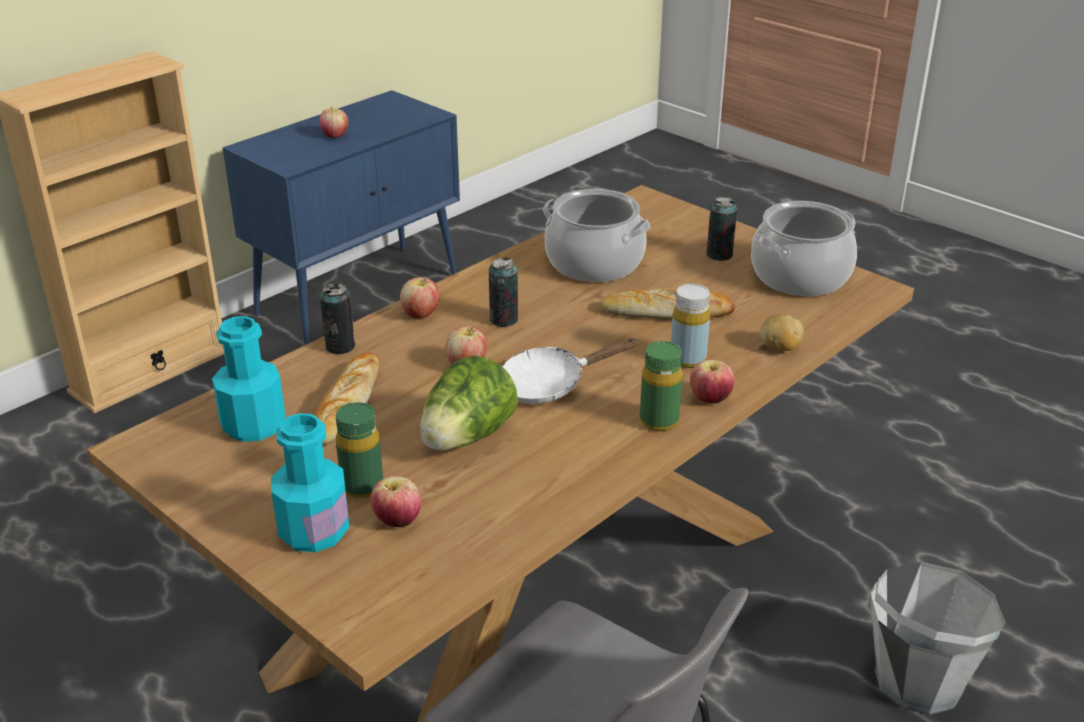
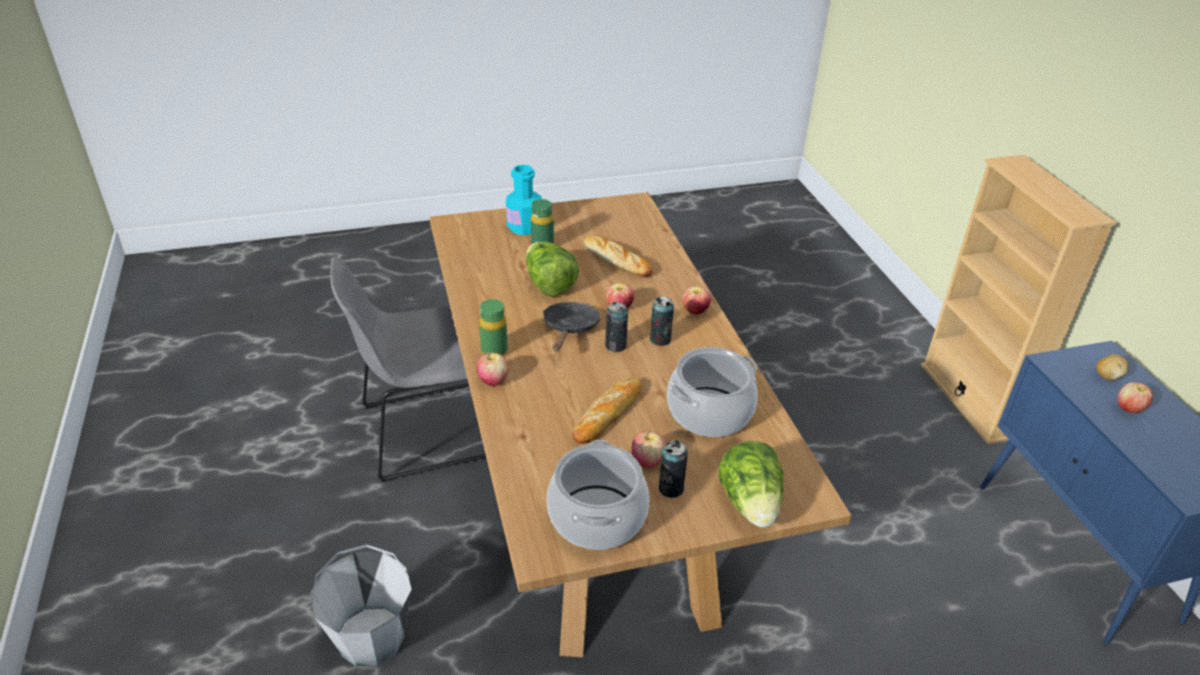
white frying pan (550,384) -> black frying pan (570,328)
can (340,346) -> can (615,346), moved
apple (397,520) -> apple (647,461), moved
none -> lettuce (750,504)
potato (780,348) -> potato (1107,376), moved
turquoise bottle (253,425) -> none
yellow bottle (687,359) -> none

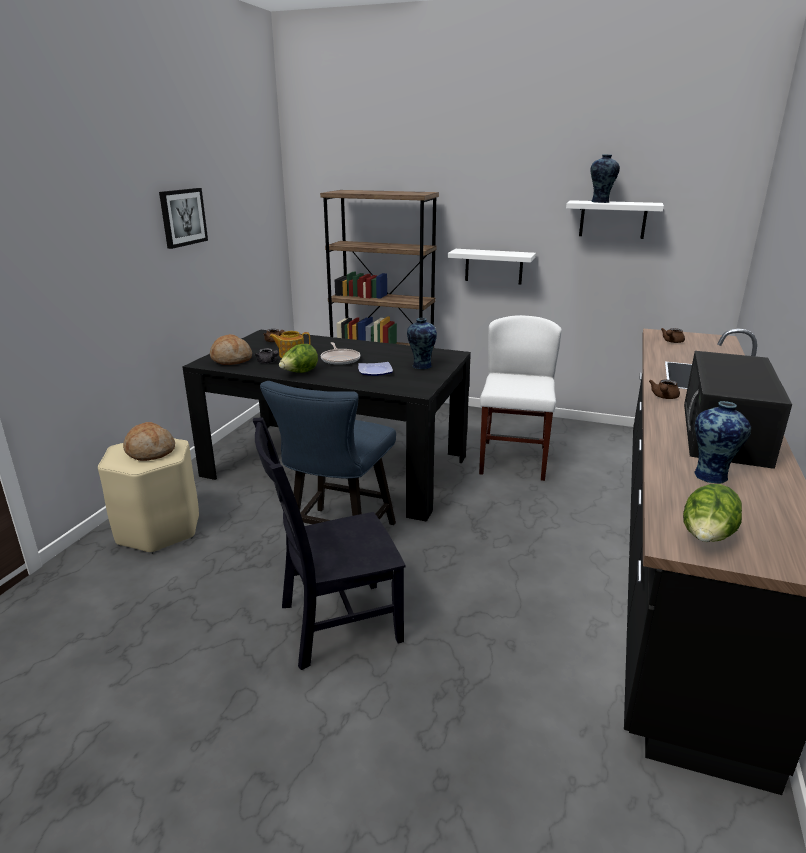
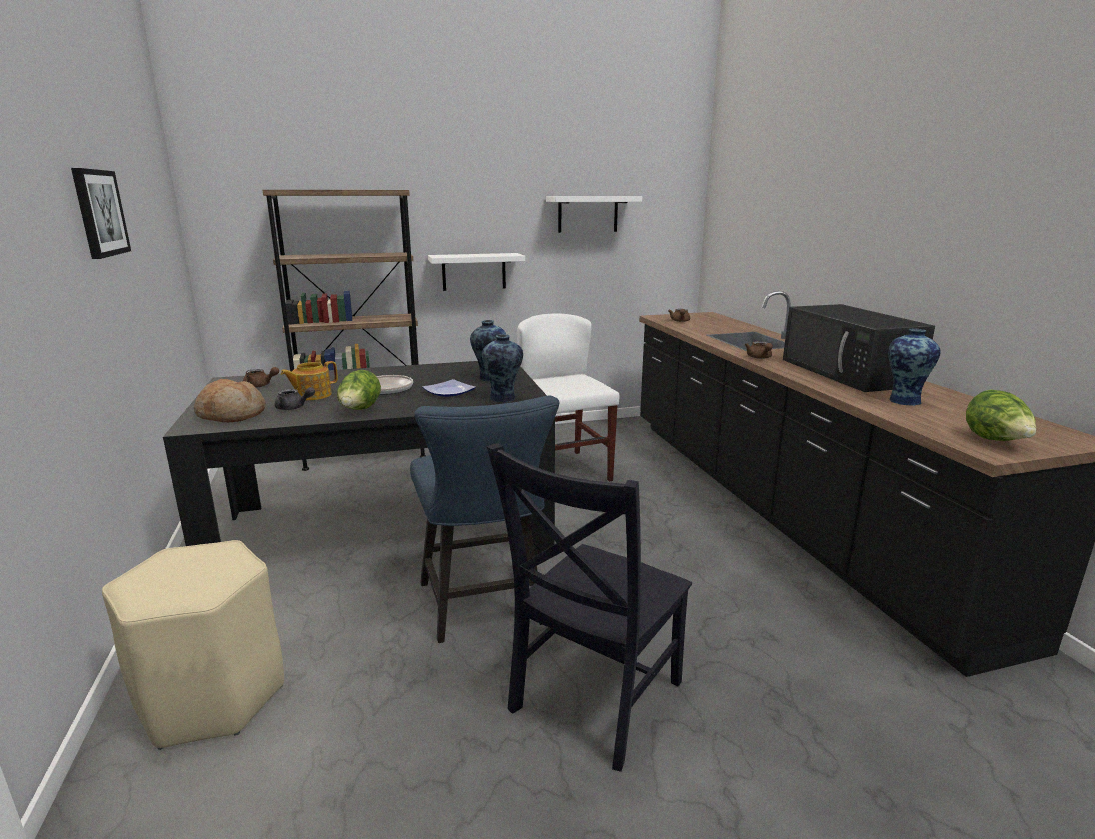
vase (600,202) -> vase (503,399), moved
bread (150,451) -> none

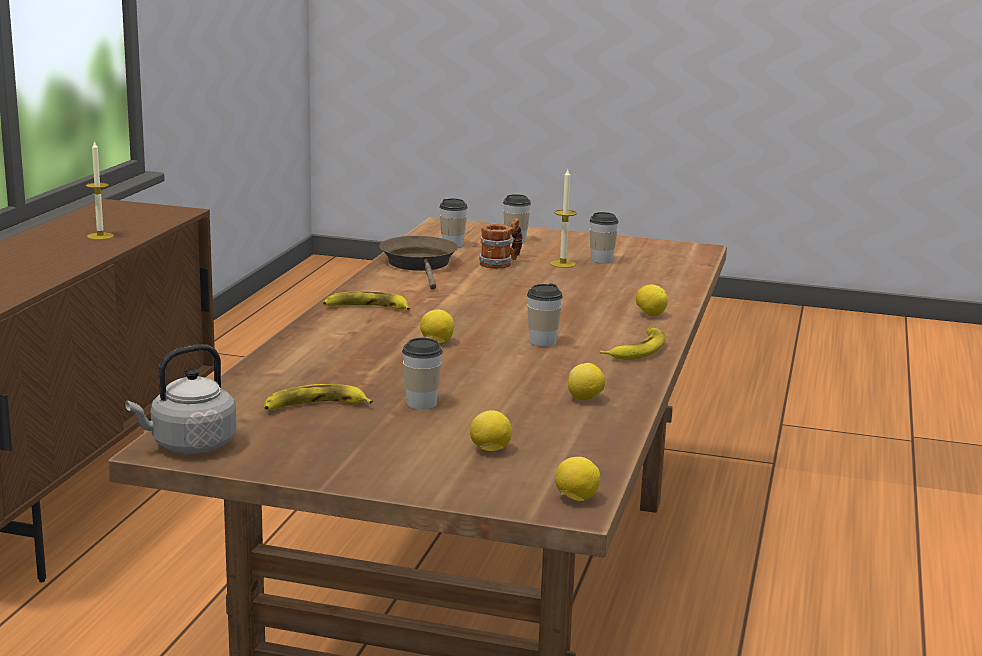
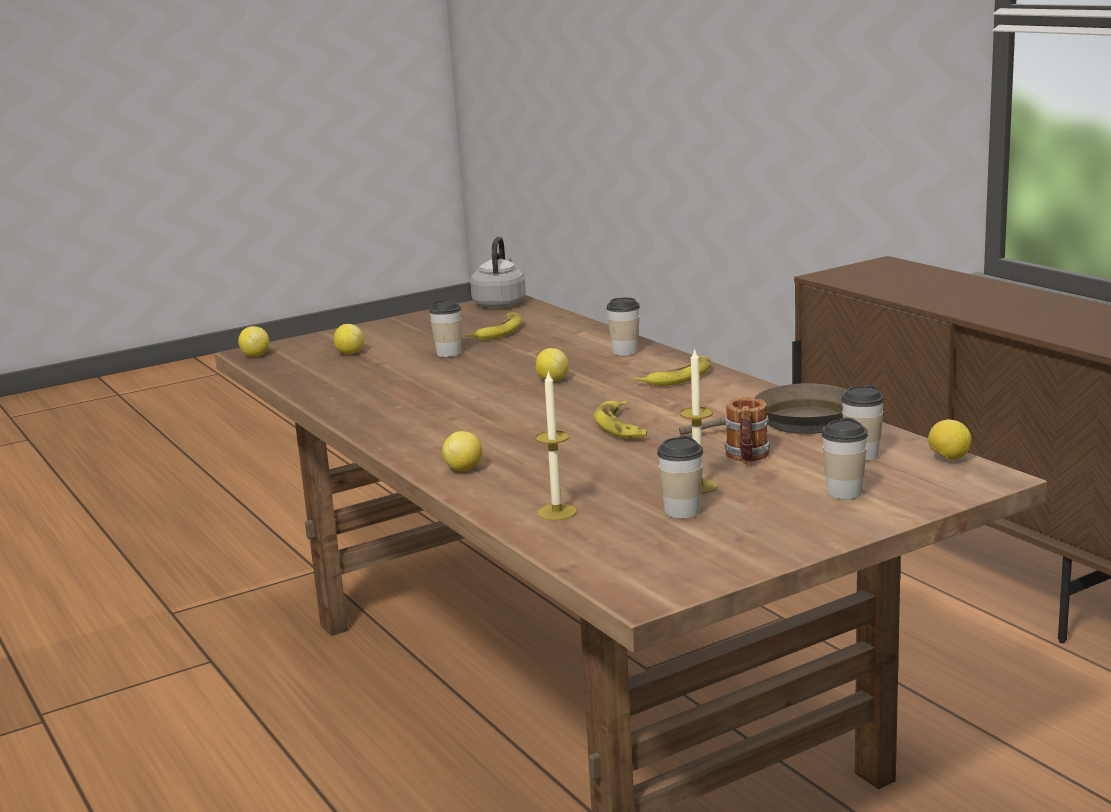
candle (100,236) -> candle (557,512), moved
banana (637,350) -> banana (622,427), moved
cup (542,342) -> cup (625,351), moved
brown frying pan (420,264) -> brown frying pan (795,423), 45 degrees counterclockwise
lemon (585,399) -> lemon (948,458), moved

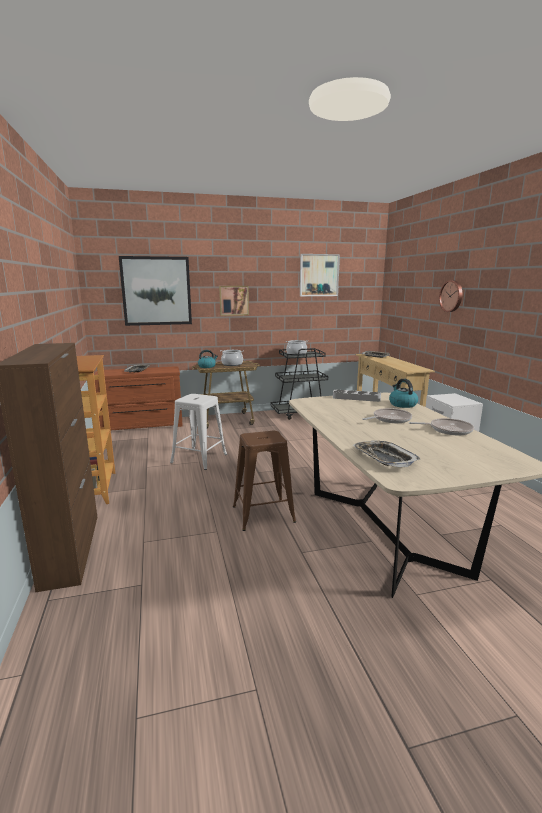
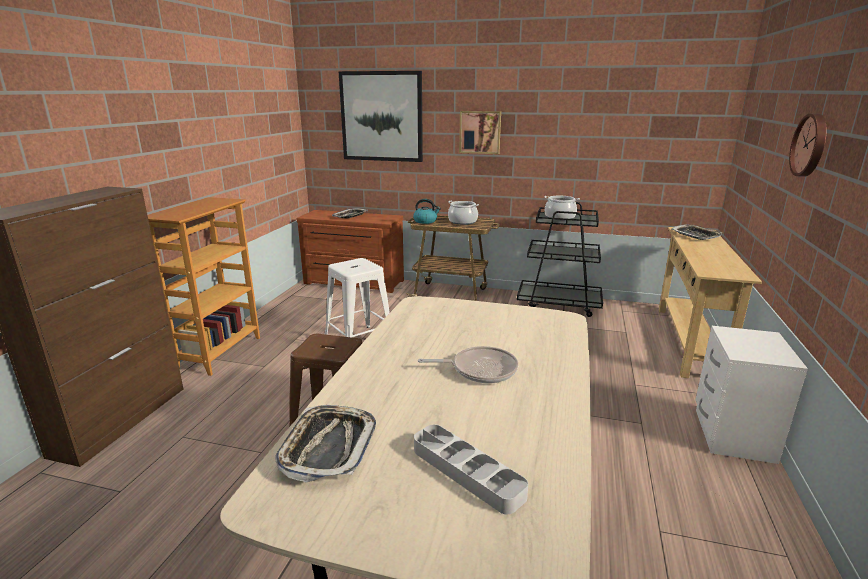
grey tray (356,398) -> grey tray (467,472), moved
picture (319,275) -> none
kettle (402,404) -> none
frying pan (448,430) -> none

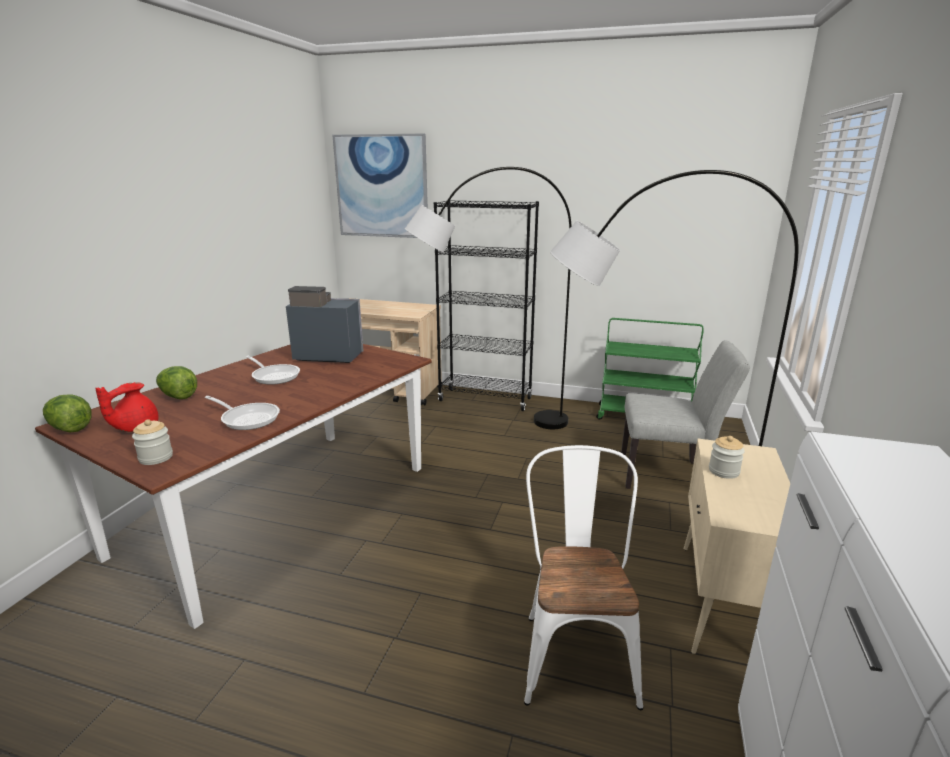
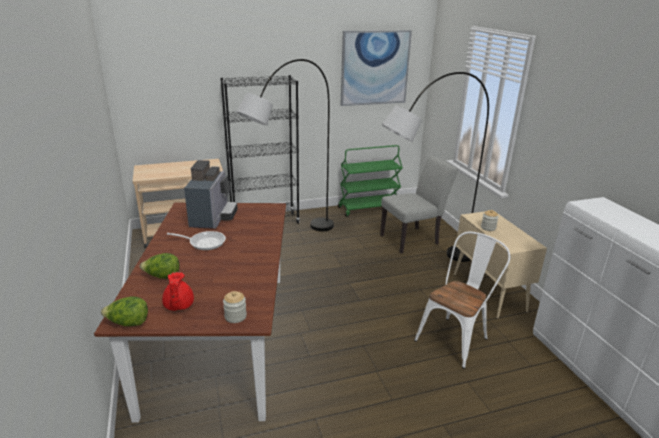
coffee machine (327,355) -> coffee machine (213,218), 120 degrees clockwise
picture (381,186) -> picture (375,68), moved
white chair (575,649) -> white chair (456,337), 75 degrees clockwise
frying pan (247,418) -> none

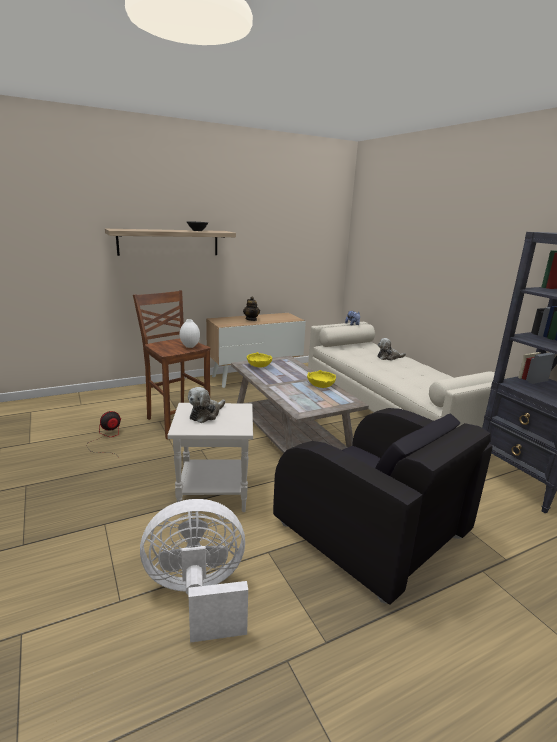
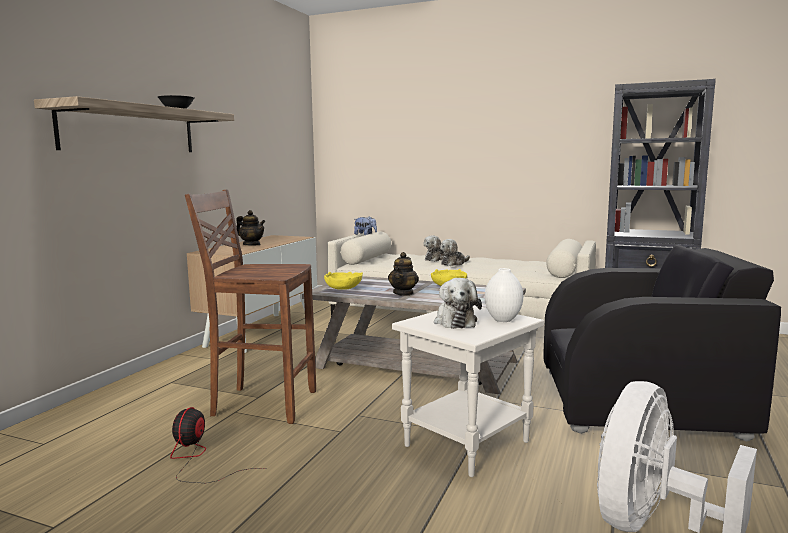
none -> teapot (403,293)
none -> plush toy (454,263)
white vase (190,346) -> white vase (503,319), moved

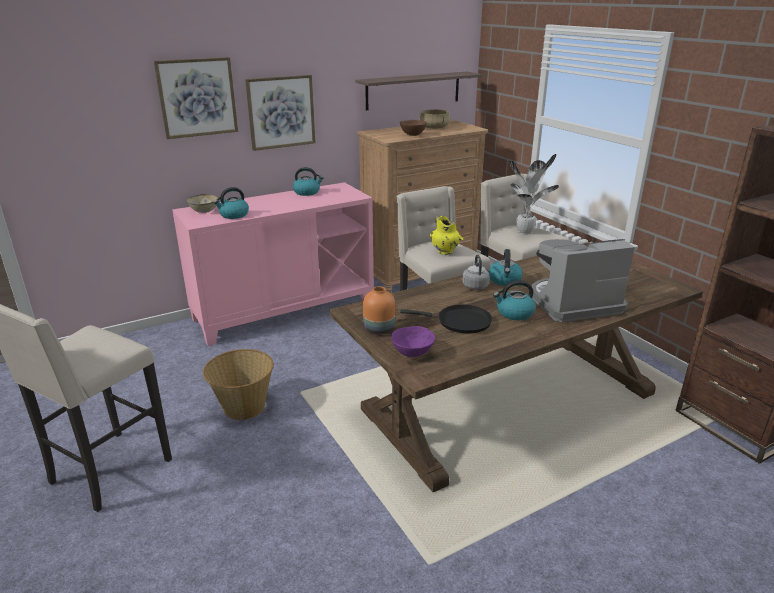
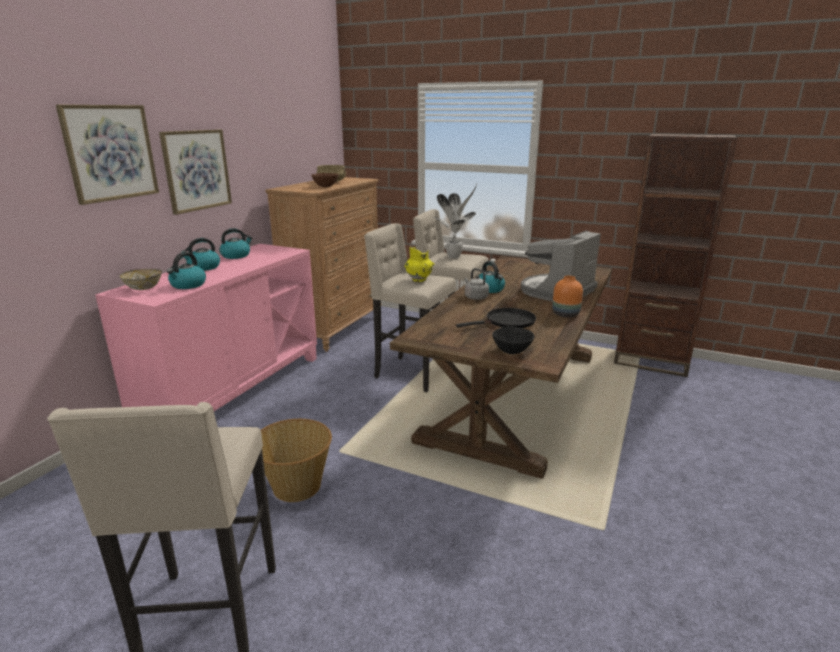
kettle (514,313) -> kettle (203,267), moved
purple bowl (412,354) -> black bowl (512,352)
orange vase (378,329) -> orange vase (565,314), moved
shelf (413,90) -> none

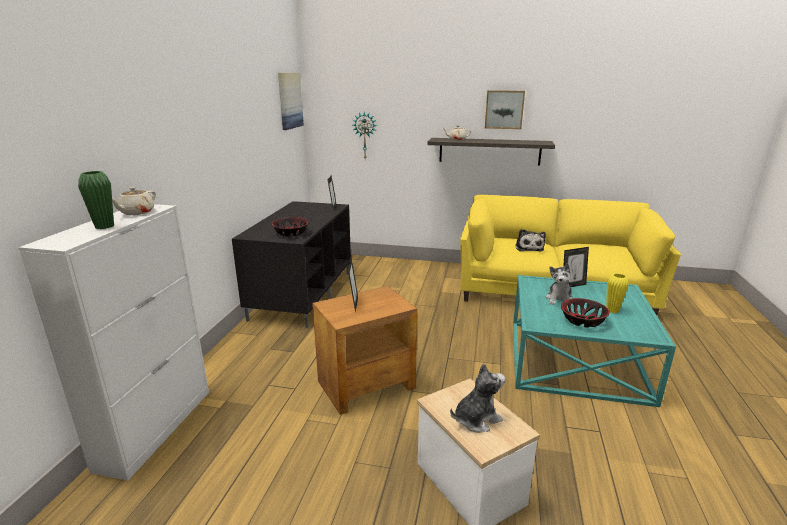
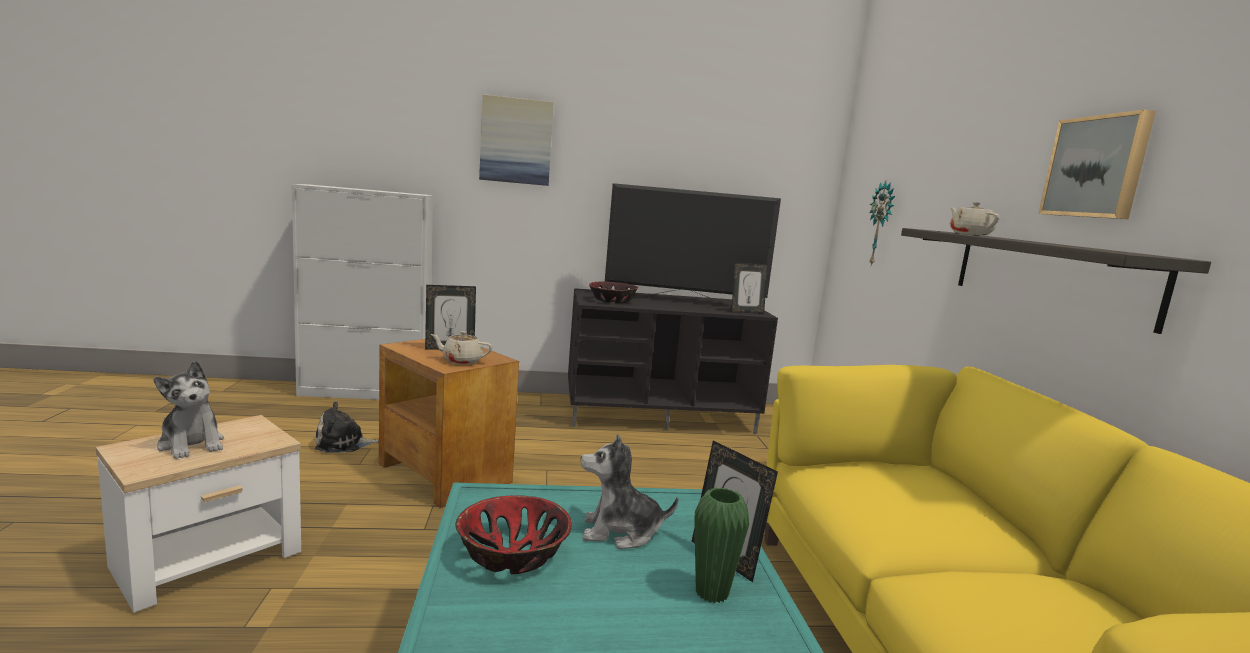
plush toy (528,248) -> plush toy (343,444), moved
beige teapot (136,212) -> beige teapot (461,361), moved
picture (289,100) -> picture (516,141), moved
none -> television (683,302)
green vase (104,226) -> green vase (711,592), moved
yellow vase (612,310) -> none

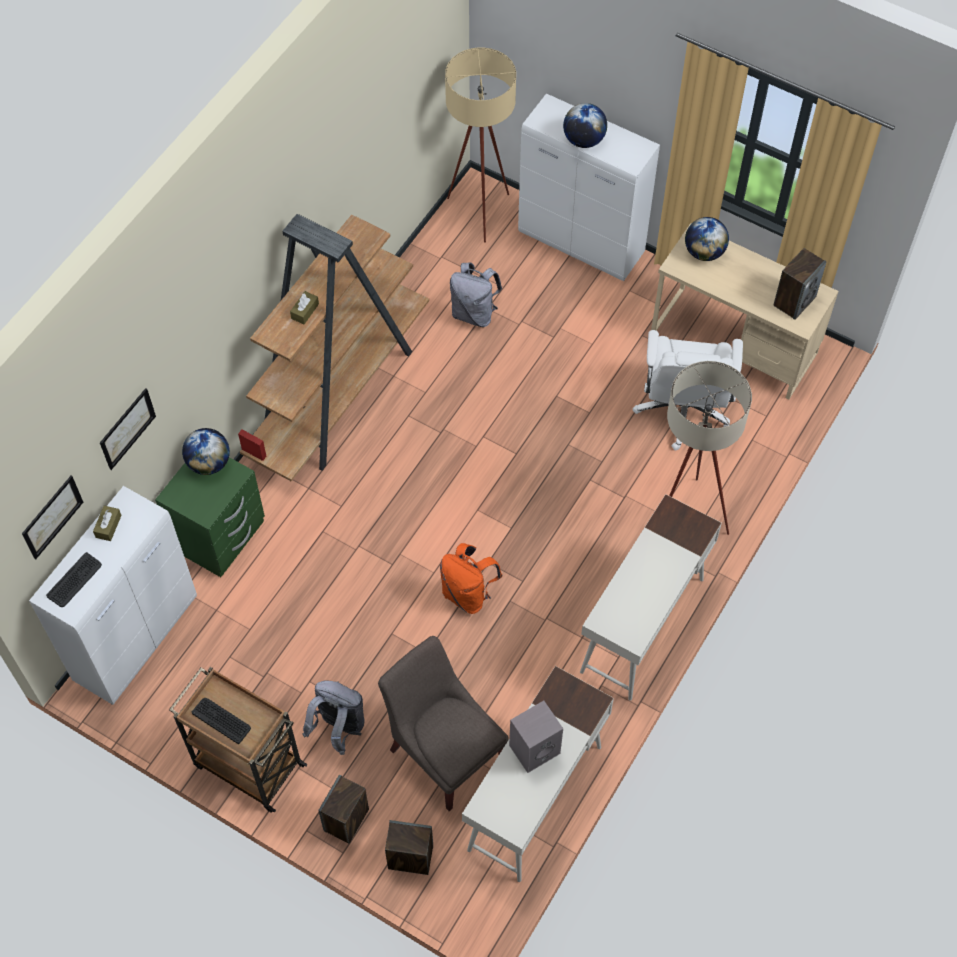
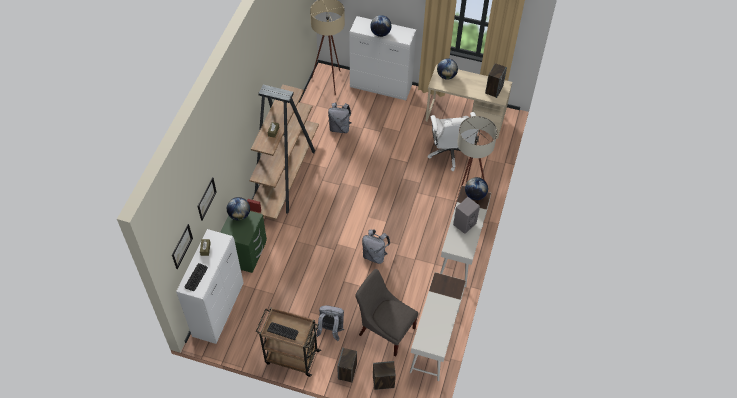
orange backpack (468,593) -> grey backpack (375,255)
grey speaker (535,748) -> grey speaker (464,223), moved
none -> globe (475,195)

